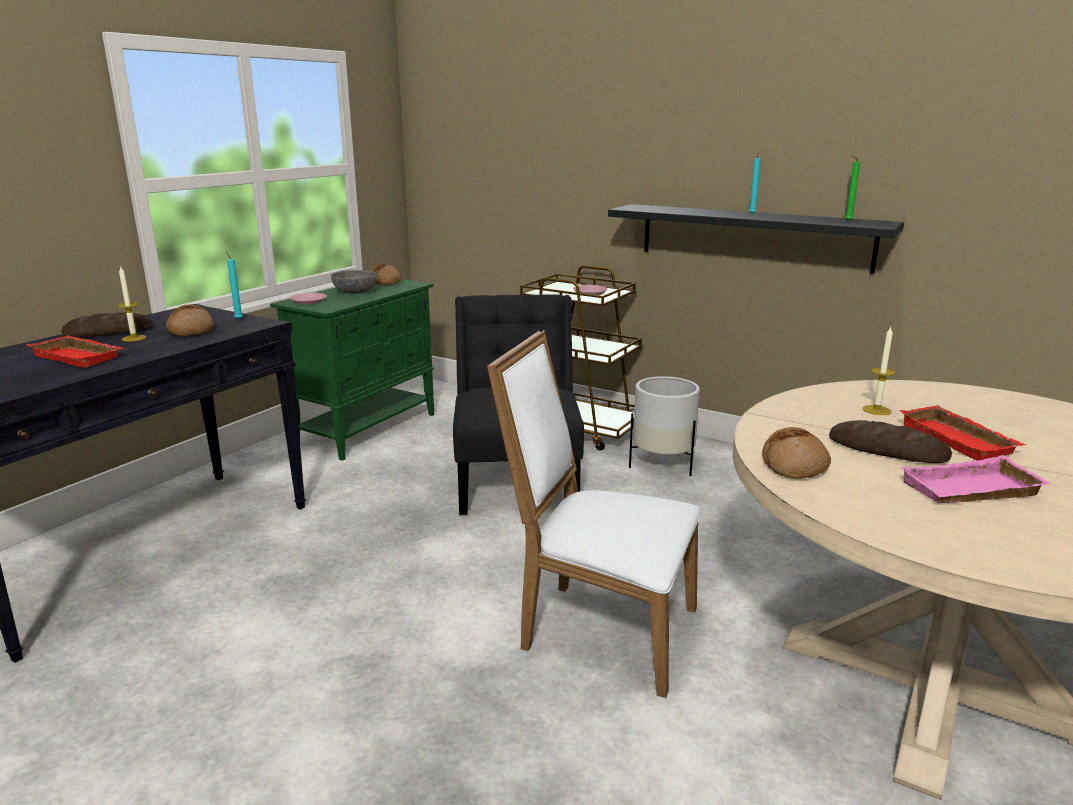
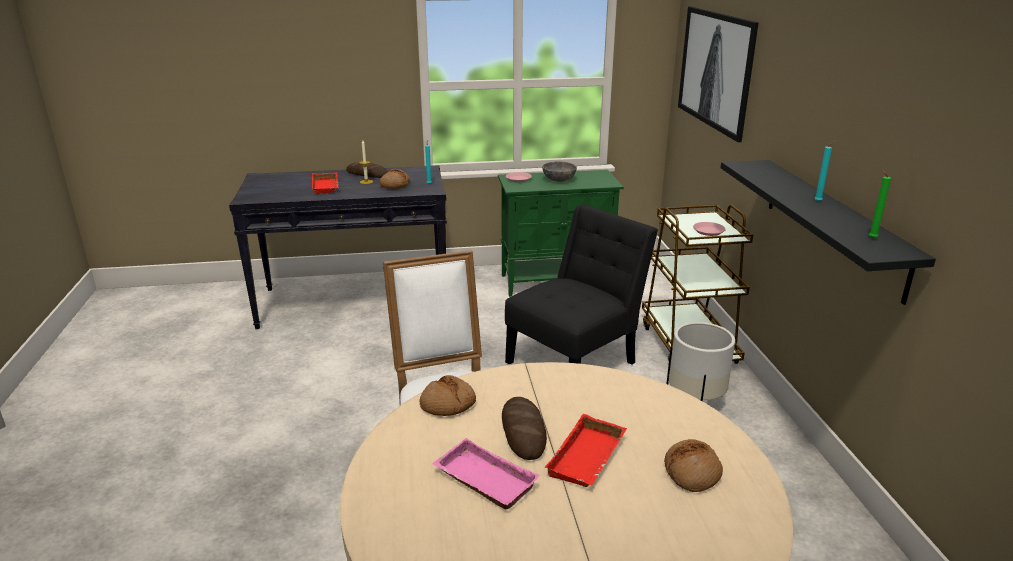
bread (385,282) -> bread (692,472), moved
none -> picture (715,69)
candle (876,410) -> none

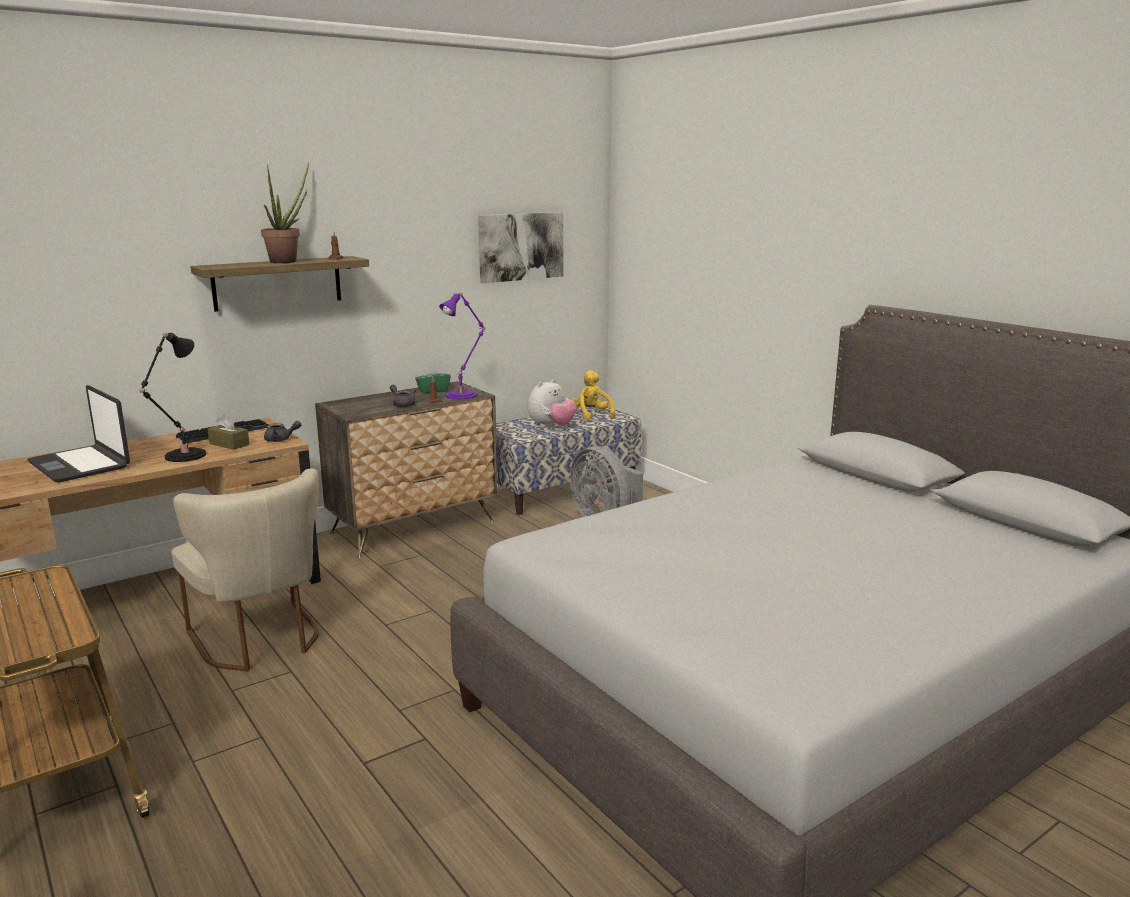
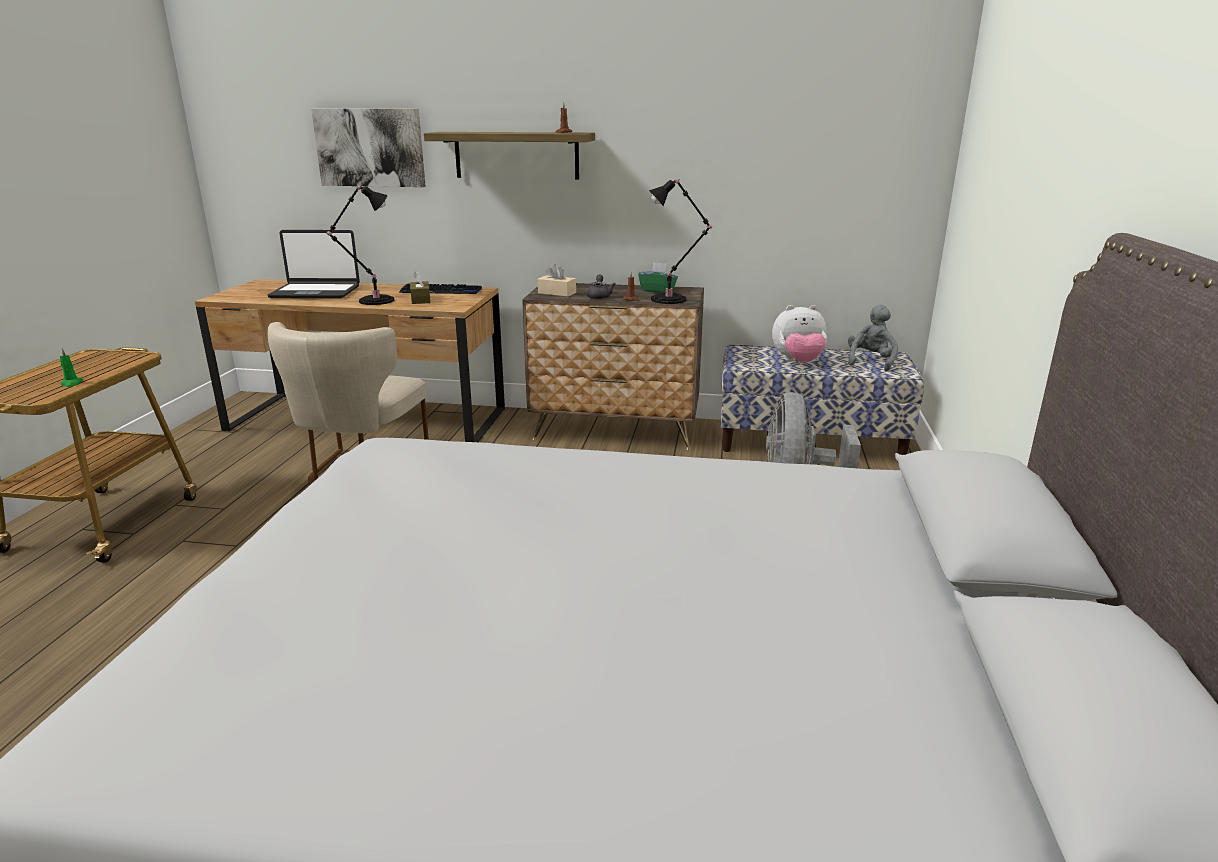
none -> green candle (72,383)
laptop (81,465) -> laptop (316,292), 90 degrees counterclockwise
picture (521,246) -> picture (370,148), moved
none -> beige tissue box (557,293)
purple table lamp (463,395) -> black table lamp (672,299)
yellow plush toy (592,415) -> grey plush toy (870,362)
potted plant (288,261) -> none
grey teapot (281,440) -> none

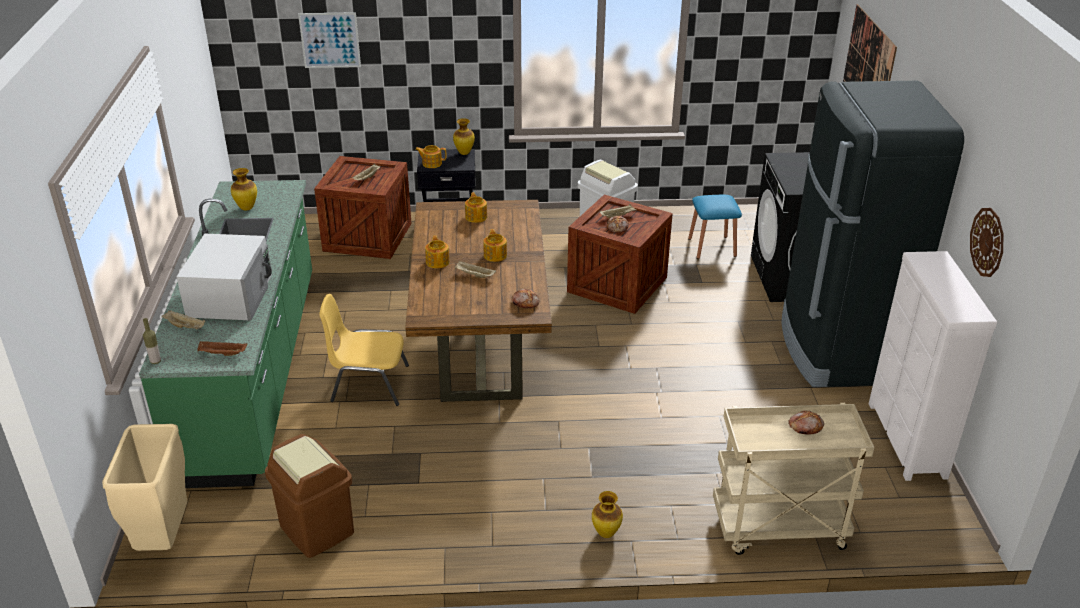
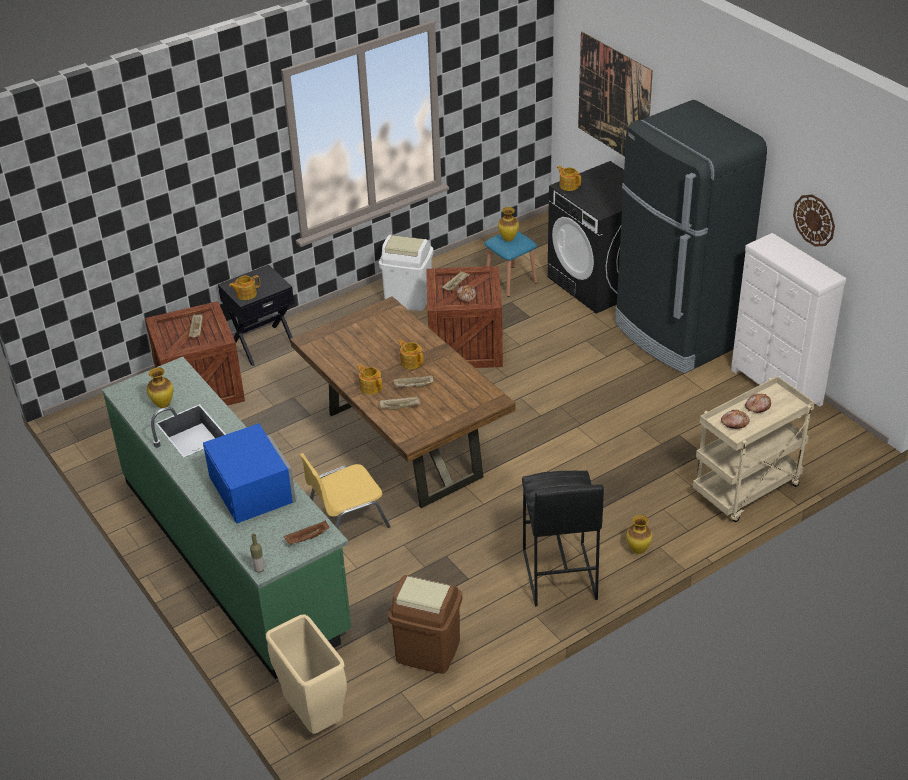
white microwave (231,295) -> blue microwave (251,488)
beige tray (185,327) -> beige tray (400,407), moved
vase (464,153) -> vase (508,239), moved
none -> black stool (558,575)
teapot (476,217) -> teapot (568,185), moved
bread (525,302) -> bread (734,422), moved
picture (330,40) -> none

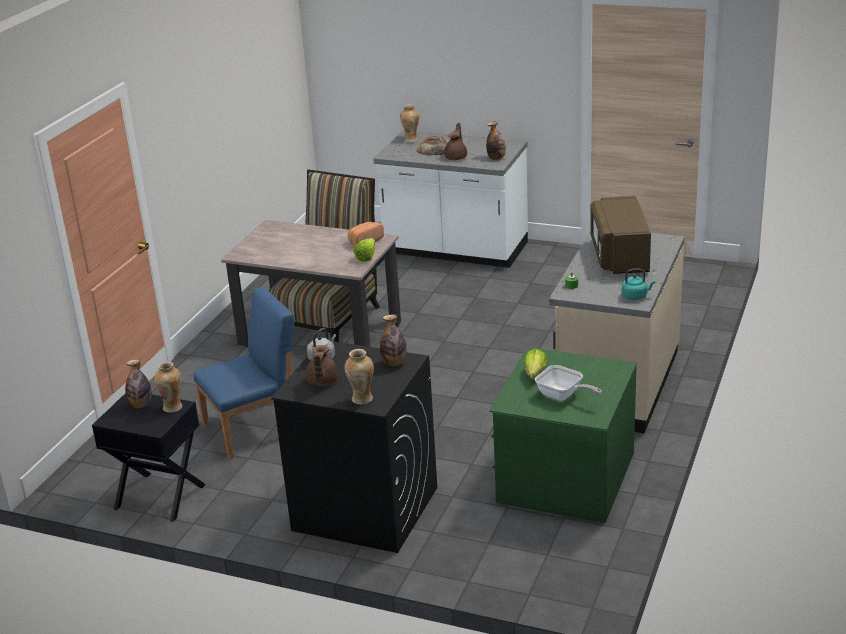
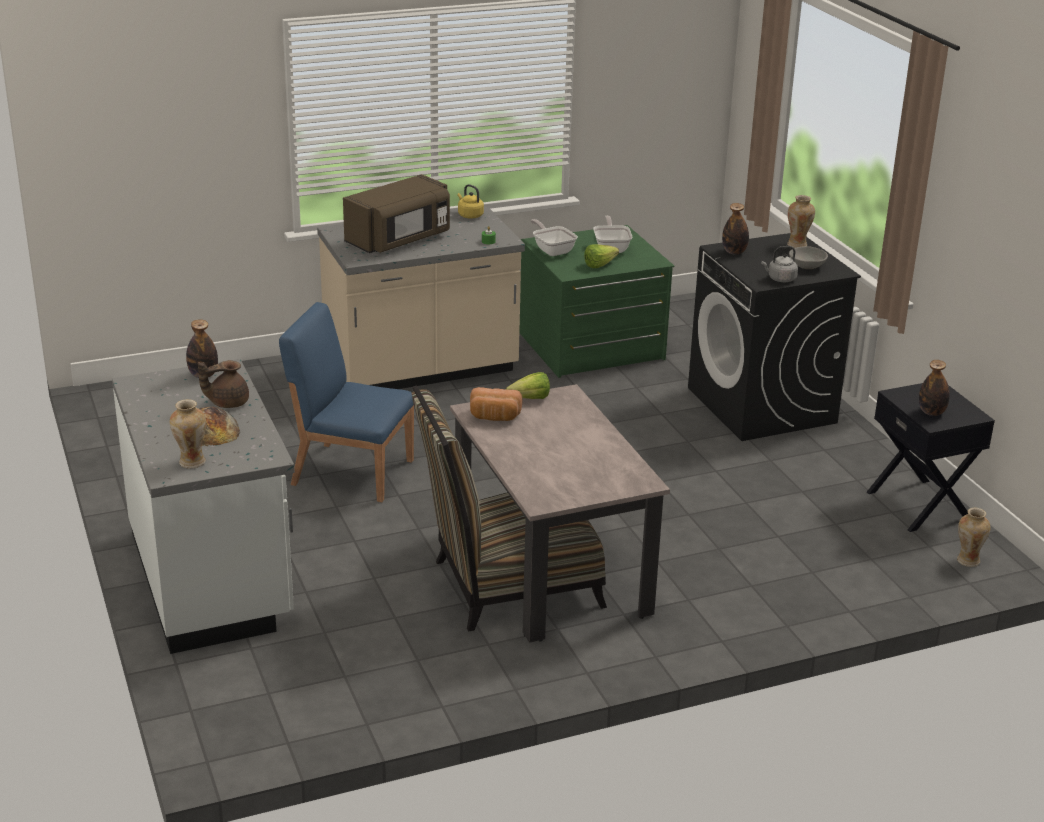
blue chair (255,429) -> blue chair (351,471), moved
turquoise kettle (636,296) -> yellow kettle (469,215)
none -> frying pan (552,250)
brown teapot (322,382) -> grey bowl (807,266)
vase (173,407) -> vase (967,561), moved

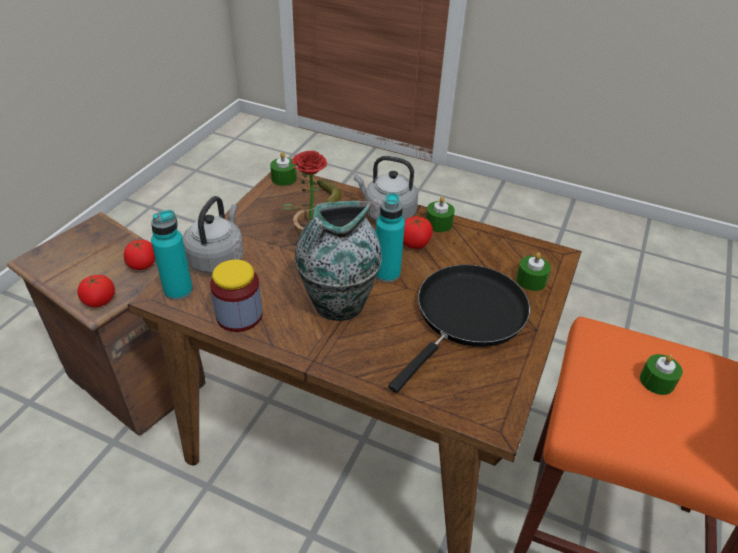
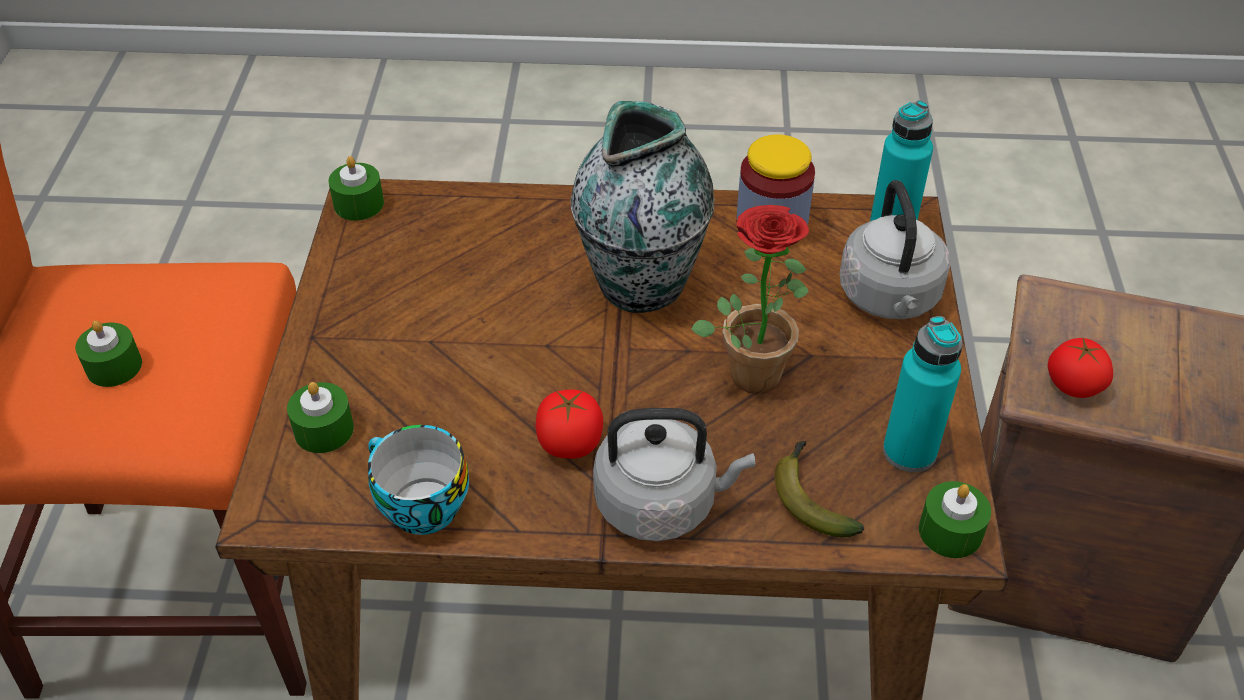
green candle (438,223) -> green candle (359,204), moved
none -> cup (418,507)
turquoise bottle (387,273) -> turquoise bottle (909,451), moved
tomato (100,301) -> none
black frying pan (467,316) -> none

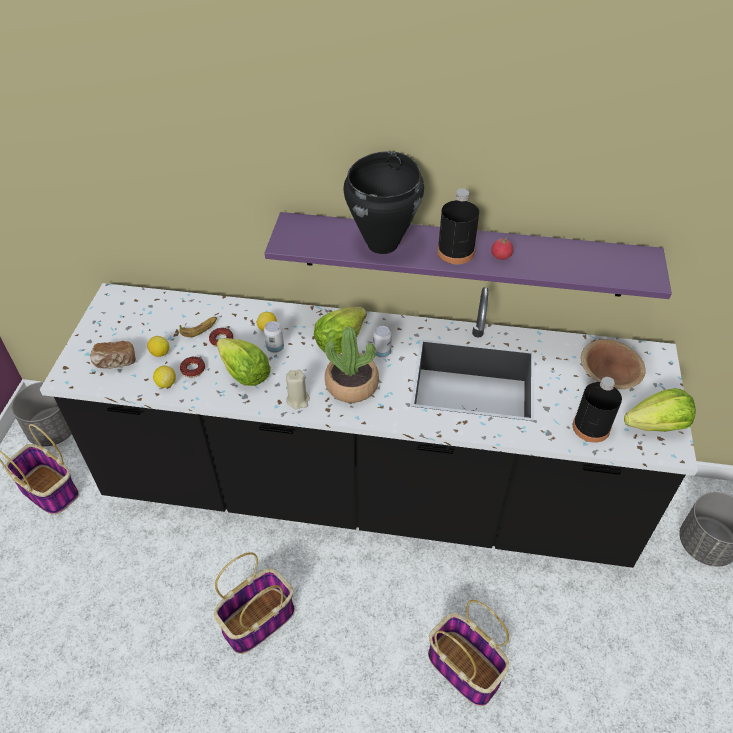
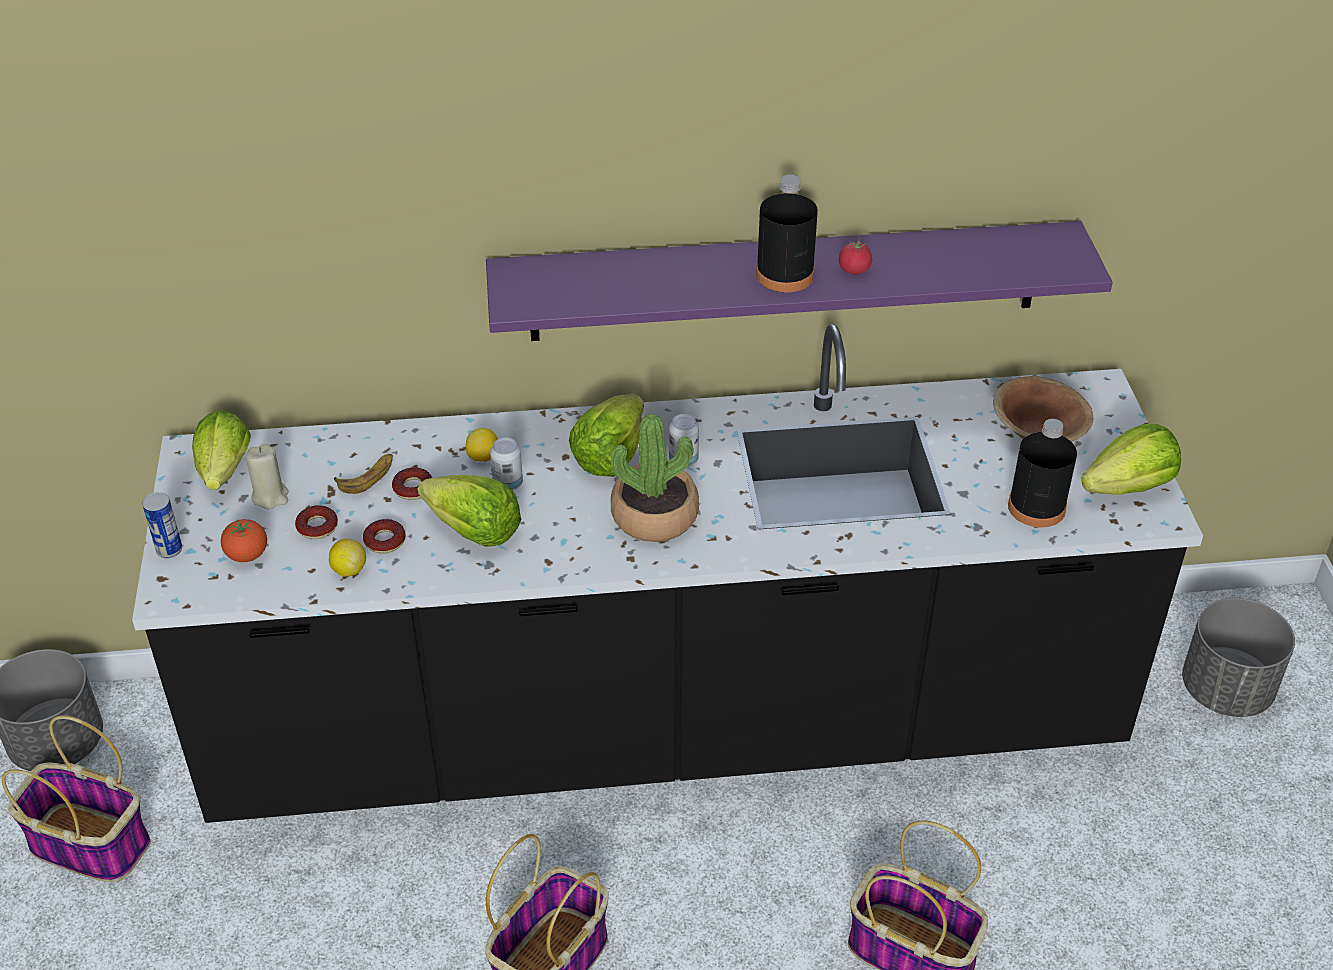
none -> can (169,550)
none -> lettuce (224,474)
bread (115,363) -> tomato (247,555)
beige candle (298,400) -> beige candle (270,496), moved
lemon (160,353) -> donut (317,527)
black cooking pot (383,244) -> none

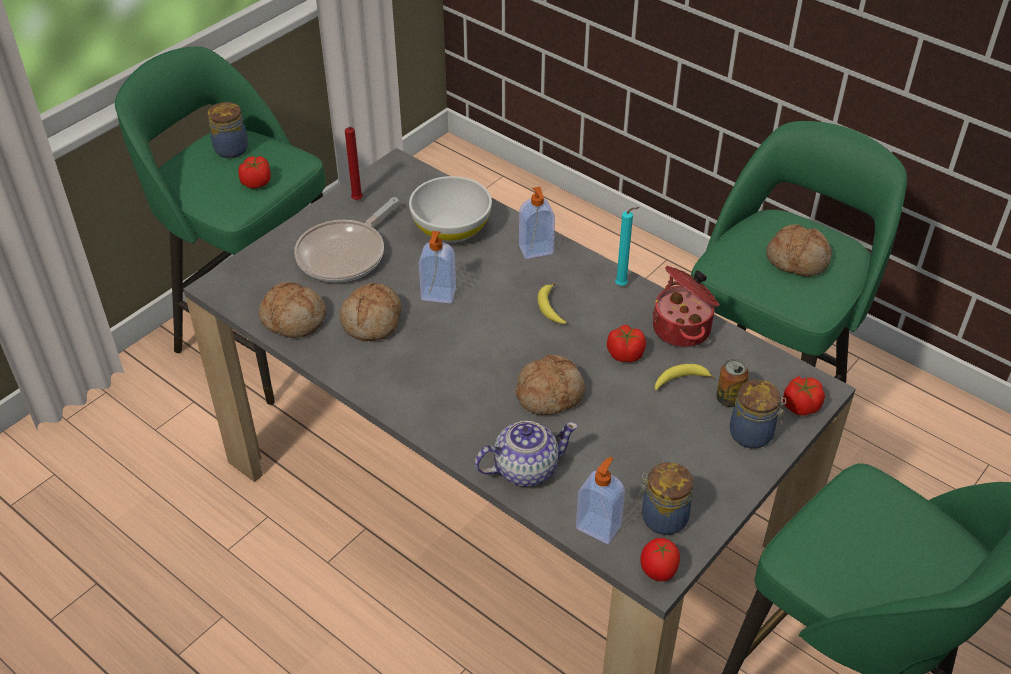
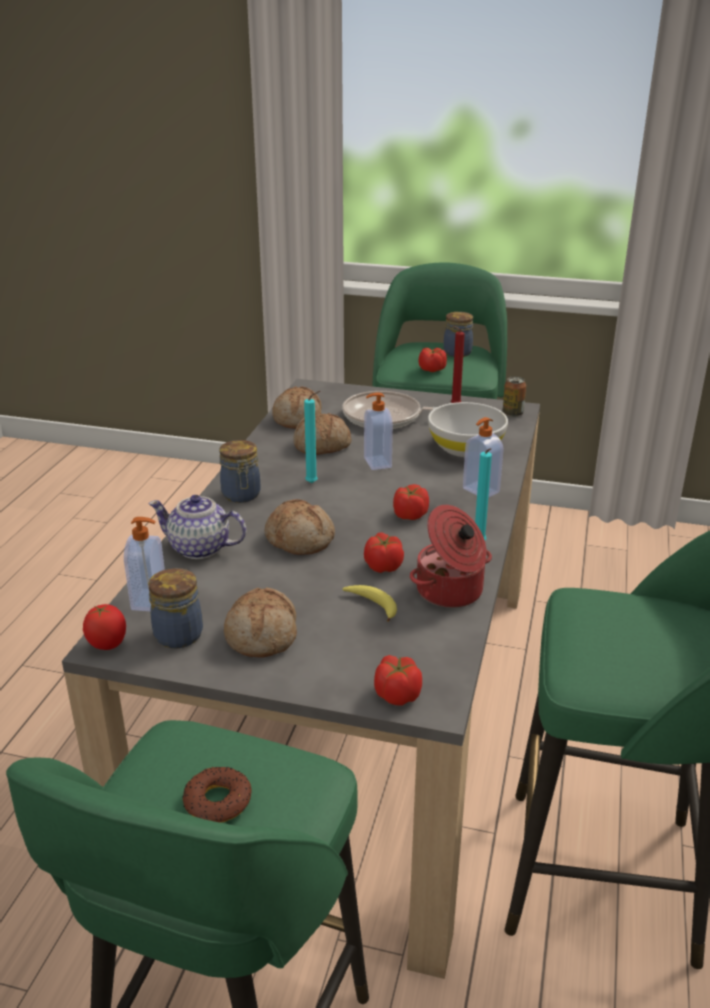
teapot (524,468) -> teapot (200,548), 150 degrees clockwise
none -> donut (217,801)
jar (753,434) -> jar (241,495), moved
bread (798,259) -> bread (263,635), moved
none -> turquoise candle (313,483)
banana (550,308) -> tomato (410,515)
can (729,399) -> can (512,413), moved

